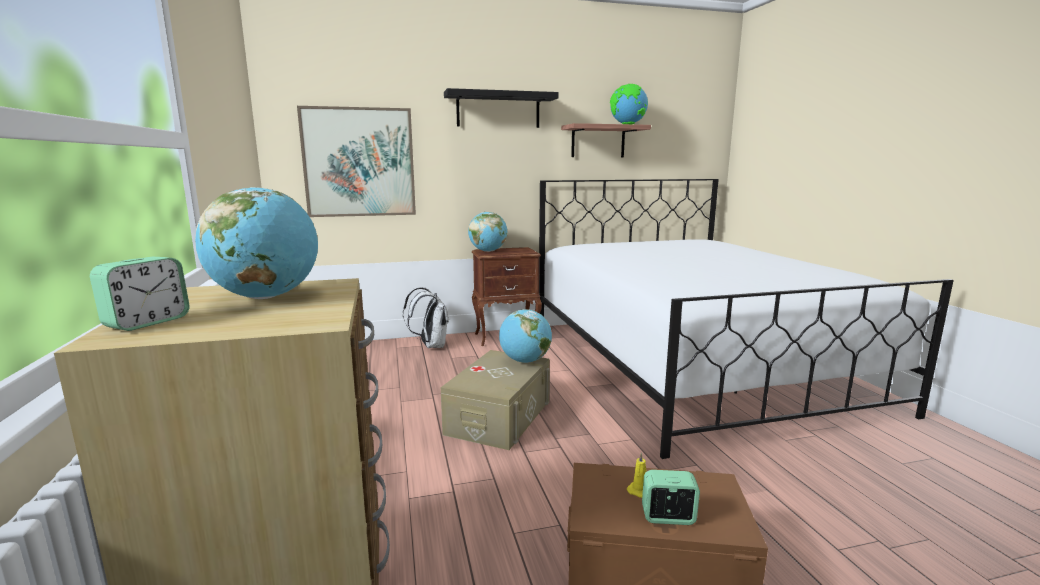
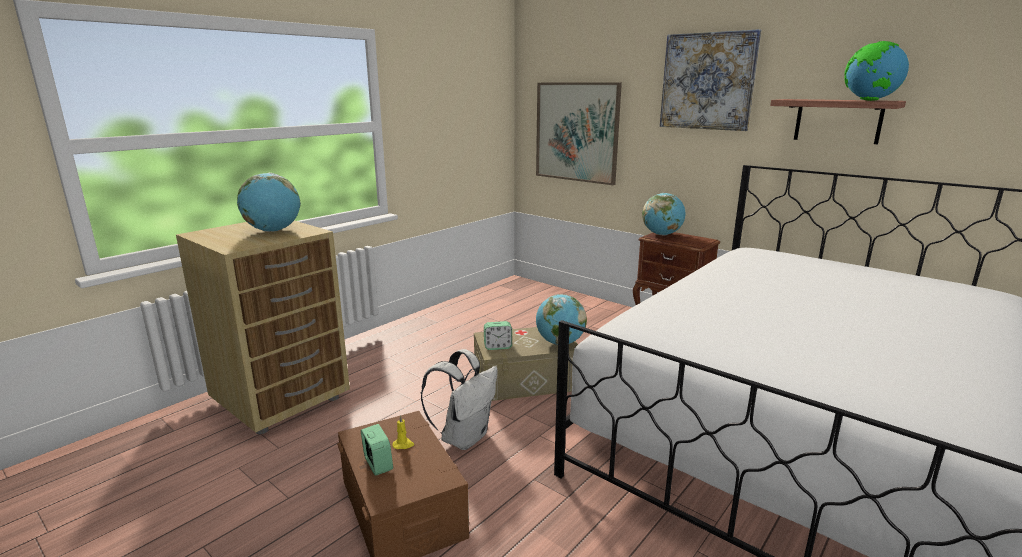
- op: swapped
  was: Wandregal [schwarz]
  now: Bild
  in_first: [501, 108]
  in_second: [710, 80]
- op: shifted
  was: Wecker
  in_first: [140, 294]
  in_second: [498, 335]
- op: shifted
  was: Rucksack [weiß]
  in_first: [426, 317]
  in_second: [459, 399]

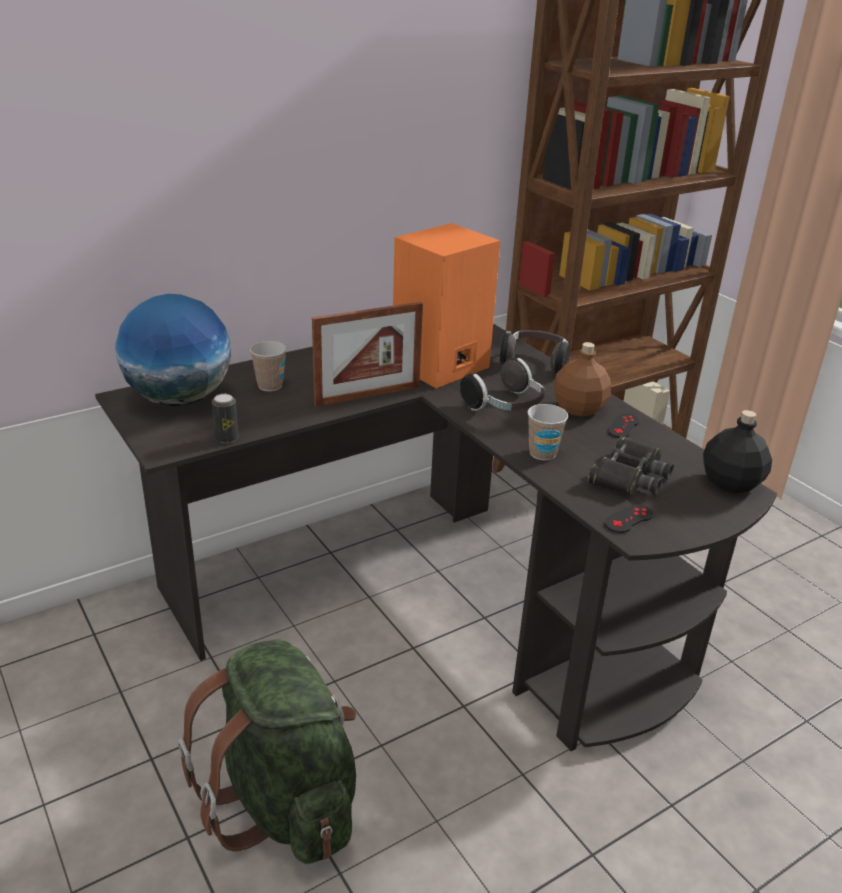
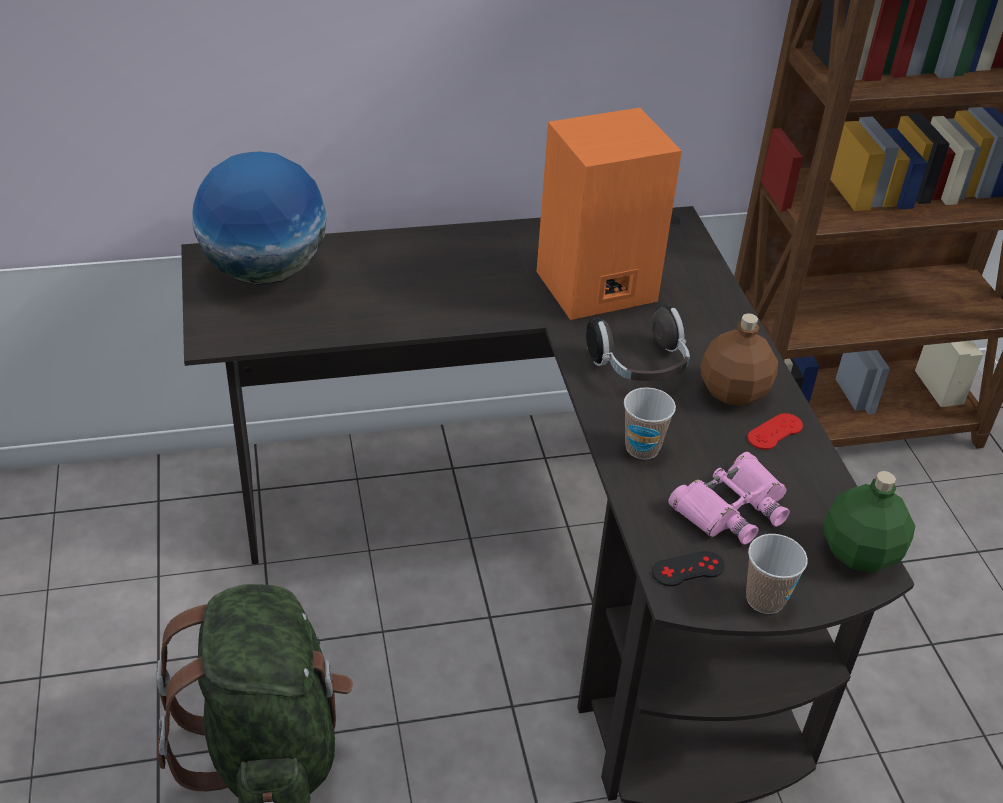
- op: gone
  was: Bilderrahmen
  in_first: [367, 354]
- op: gone
  was: Kopfhörer
  in_first: [535, 352]
- op: shifted
  was: Tasse
  in_first: [268, 366]
  in_second: [777, 574]
- op: gone
  was: Dose
  in_first: [225, 418]
- op: repainted
  was: Flasche [schwarz]
  now: Flasche [grün]
  in_first: [737, 451]
  in_second: [869, 522]
- op: repainted
  was: Gamepad [schwarz]
  now: Gamepad [rot]
  in_first: [623, 426]
  in_second: [775, 431]
- op: repainted
  was: Fernglas [schwarz]
  now: Fernglas [rosa]
  in_first: [631, 465]
  in_second: [729, 498]

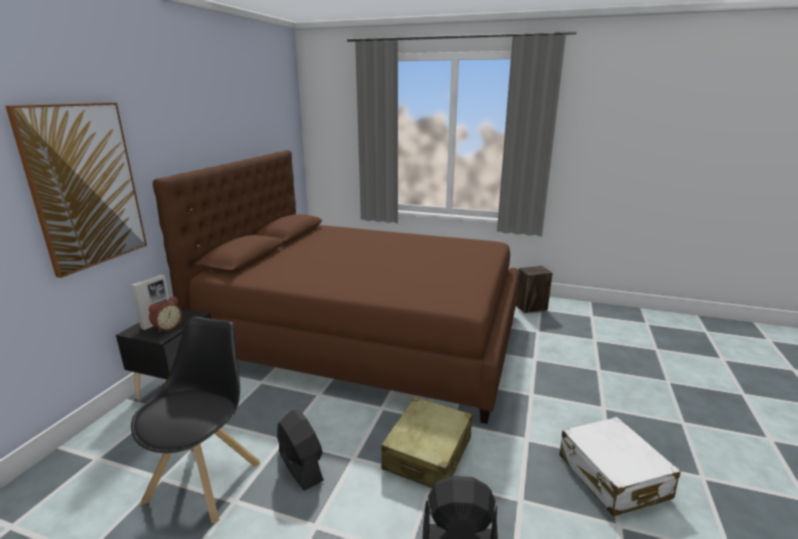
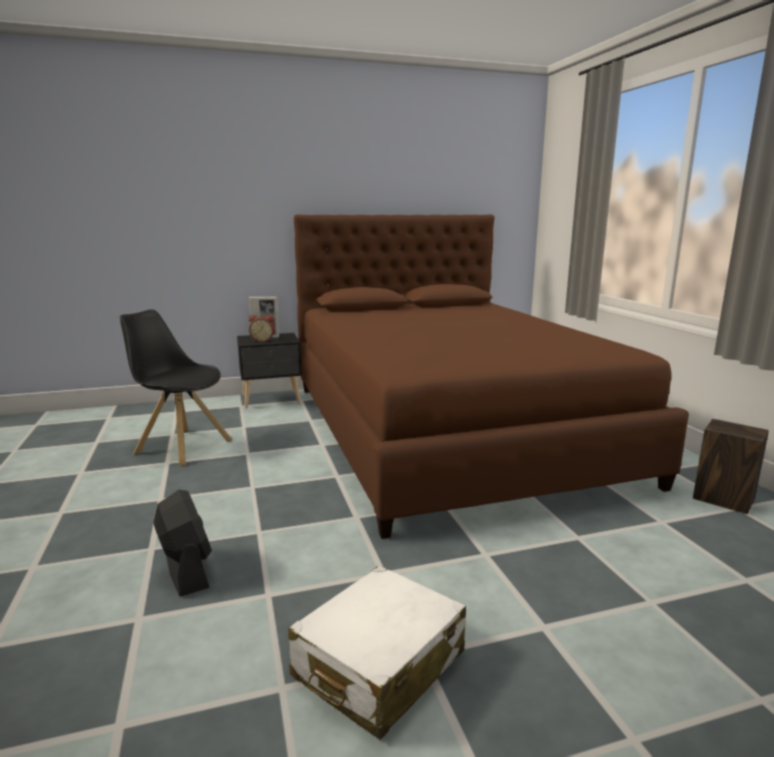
- op: gone
  was: Bild
  in_first: [76, 190]
- op: rotated
  was: Stuhl [schwarz]
  in_first: [195, 420]
  in_second: [176, 388]
  clockwise: -135
- op: gone
  was: Koffer [beige]
  in_first: [426, 442]
- op: gone
  was: Ventilator [schwarz]
  in_first: [300, 451]

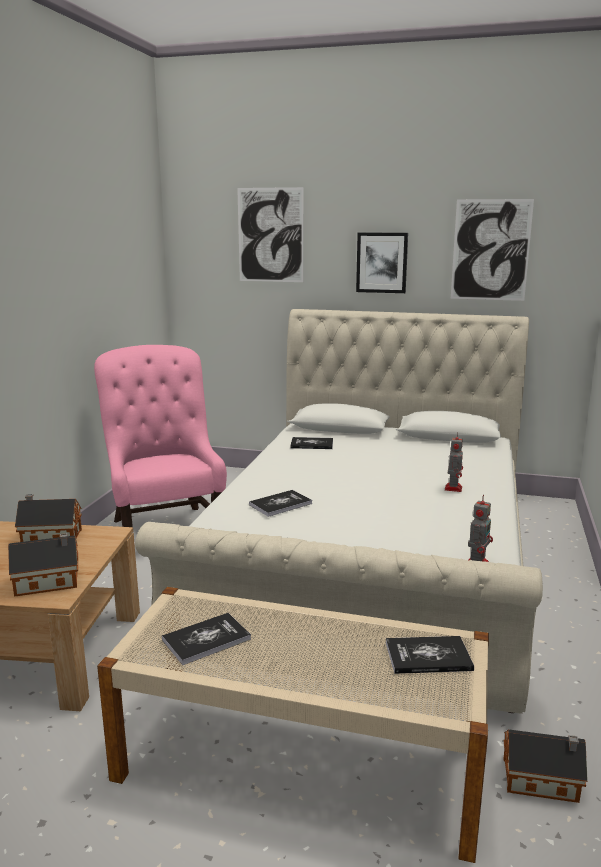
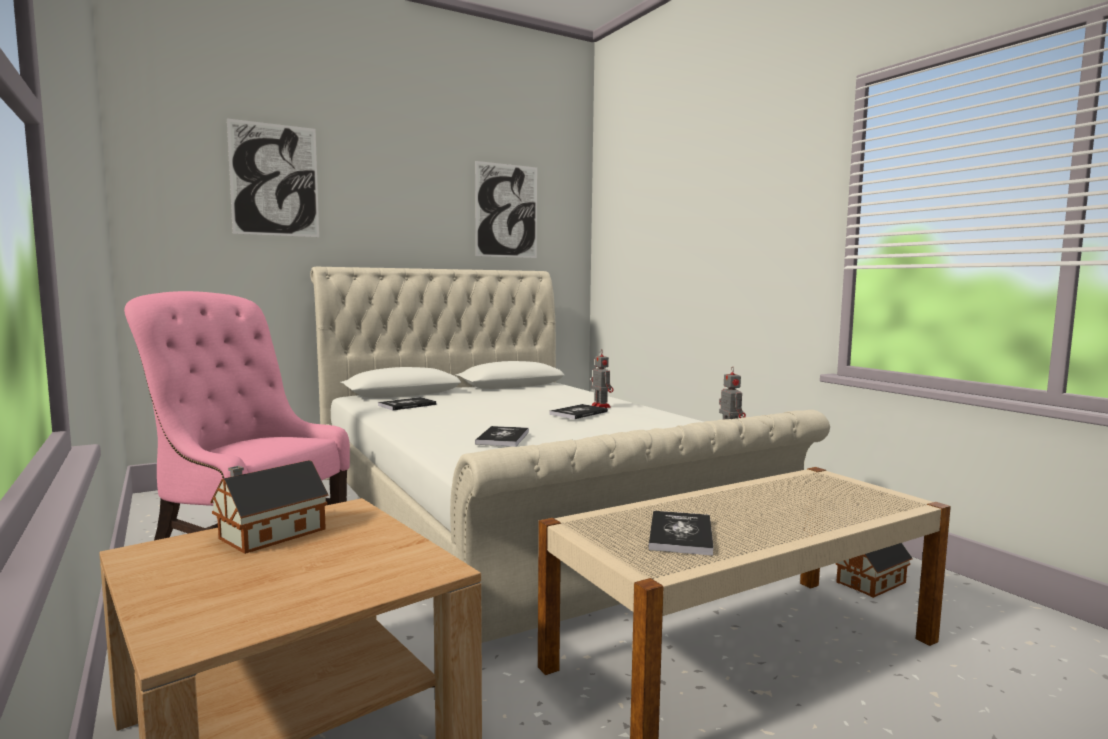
- op: gone
  was: Bild
  in_first: [382, 263]
- op: gone
  was: Spielzeughaus
  in_first: [43, 565]
- op: shifted
  was: Buch
  in_first: [430, 655]
  in_second: [578, 411]

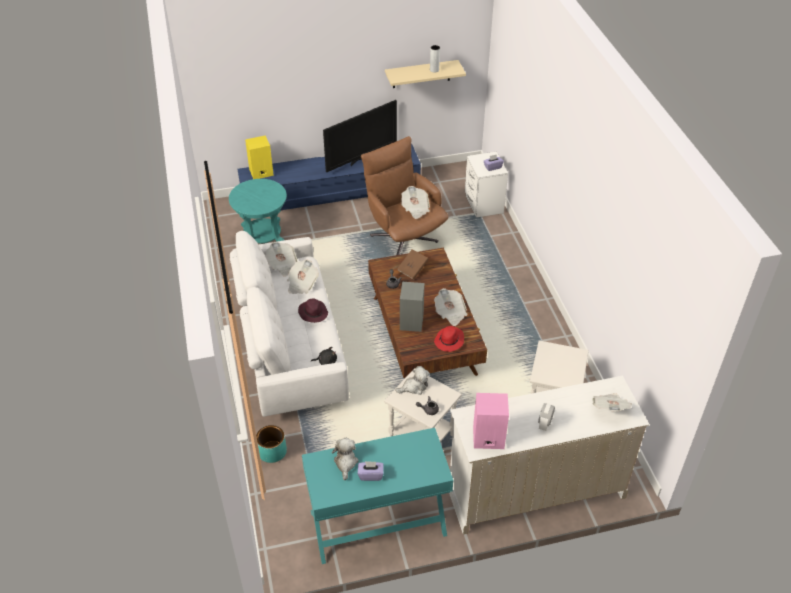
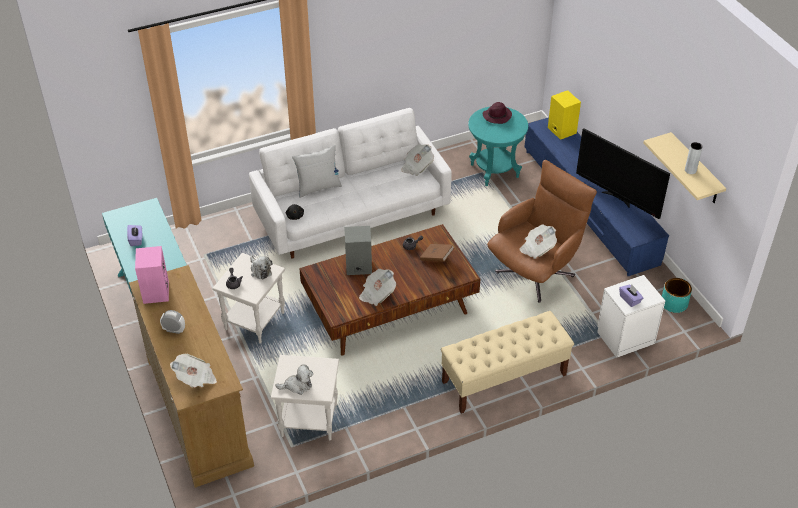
- op: gone
  was: Zeitung
  in_first: [303, 277]
- op: shifted
  was: Hut [lila]
  in_first: [313, 310]
  in_second: [497, 113]
- op: gone
  was: Hut [rot]
  in_first: [449, 339]
- op: repainted
  was: Kommode [weiß]
  now: Kommode [braun]
  in_first: [549, 455]
  in_second: [191, 376]
- op: shifted
  was: Pflanzkübel [türkis]
  in_first: [271, 444]
  in_second: [677, 295]
- op: shifted
  was: Plüschtier
  in_first: [345, 459]
  in_second: [294, 379]
- op: new
  now: Kissen [grau]
  in_second: [317, 171]
- op: new
  now: Bank [beige]
  in_second: [507, 362]

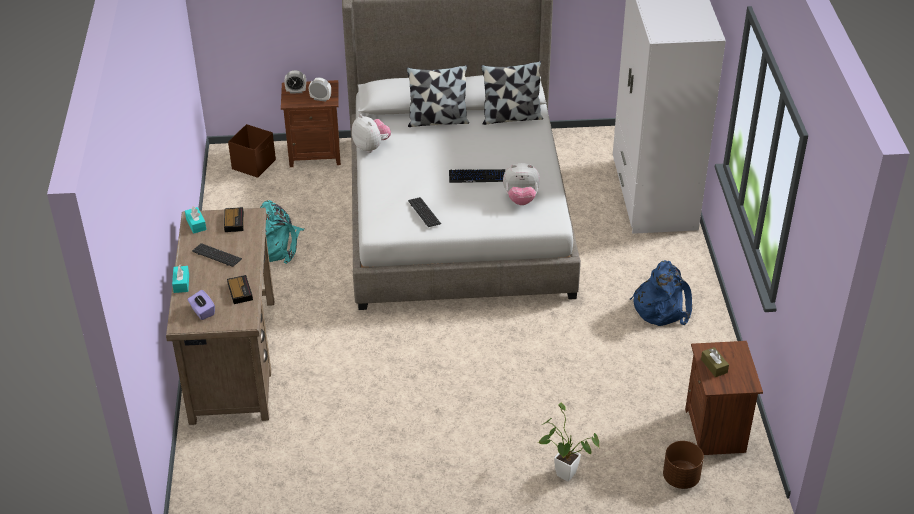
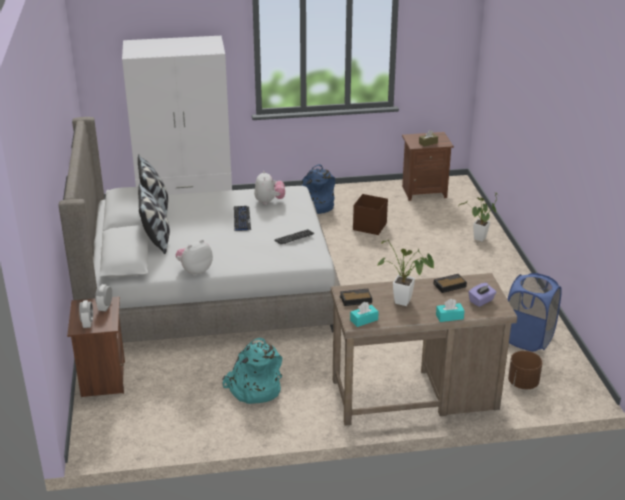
- op: shifted
  was: Aufbewahrungsbox [braun]
  in_first: [252, 151]
  in_second: [370, 214]
- op: swapped
  was: Tastatur
  now: Topfpflanze
  in_first: [217, 255]
  in_second: [405, 273]
- op: shifted
  was: Pflanzkübel [braun]
  in_first: [683, 465]
  in_second: [525, 370]
- op: new
  now: Wäschekorb [blau]
  in_second: [534, 312]

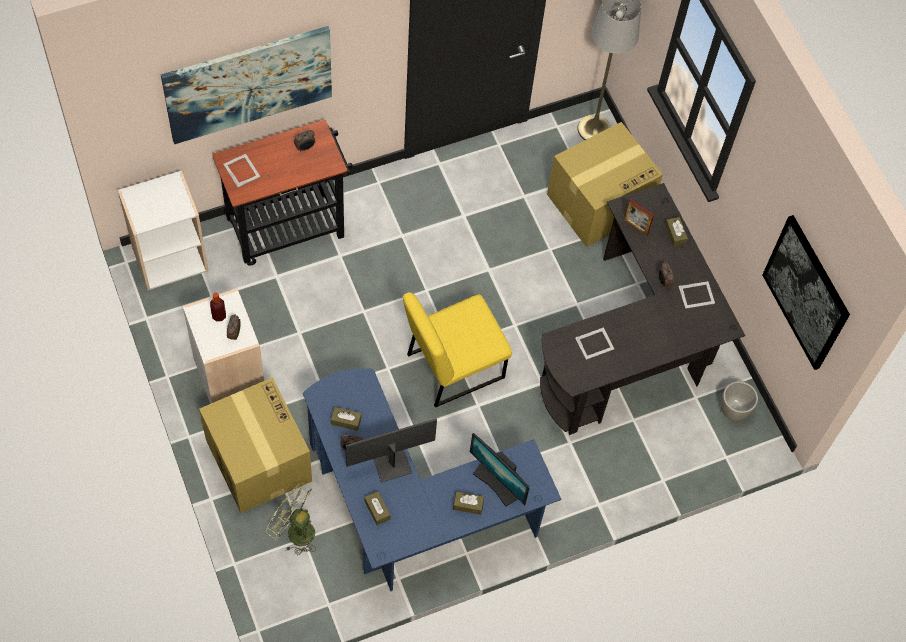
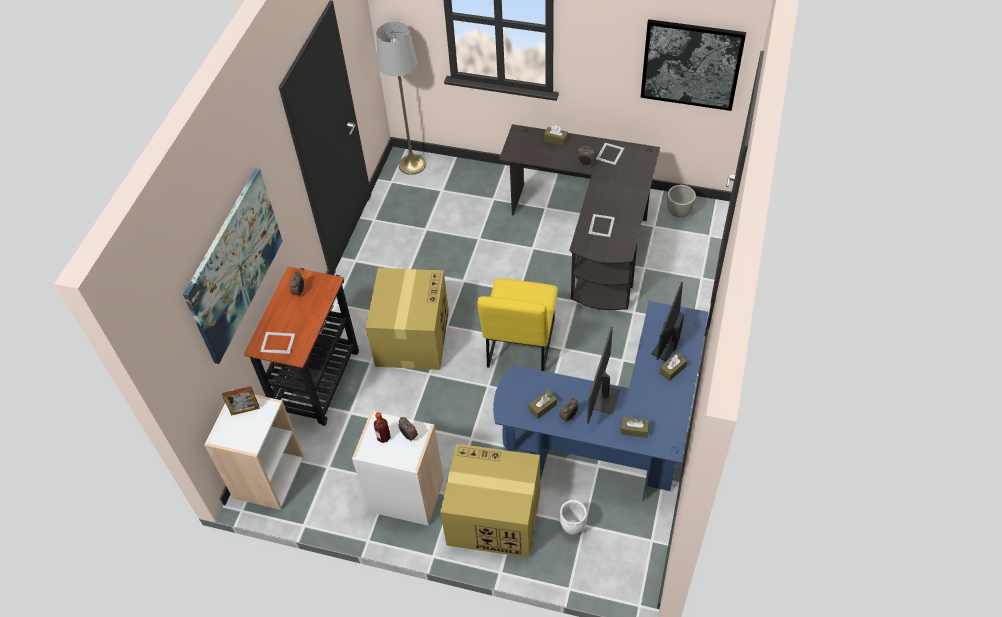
- op: shifted
  was: Karton
  in_first: [605, 184]
  in_second: [407, 319]
- op: shifted
  was: Bilderrahmen
  in_first: [639, 218]
  in_second: [241, 401]
- op: rotated
  was: Monitor
  in_first: [500, 470]
  in_second: [667, 322]
  clockwise: 120
- op: swapped
  was: Ventilator [grün]
  now: Pflanzkübel [weiß]
  in_first: [291, 519]
  in_second: [573, 517]

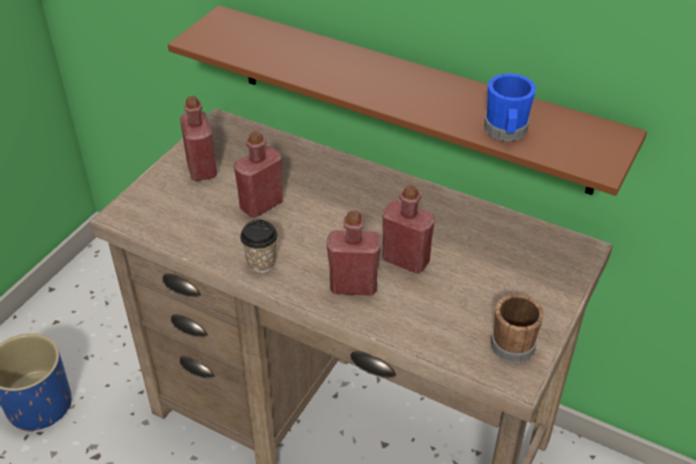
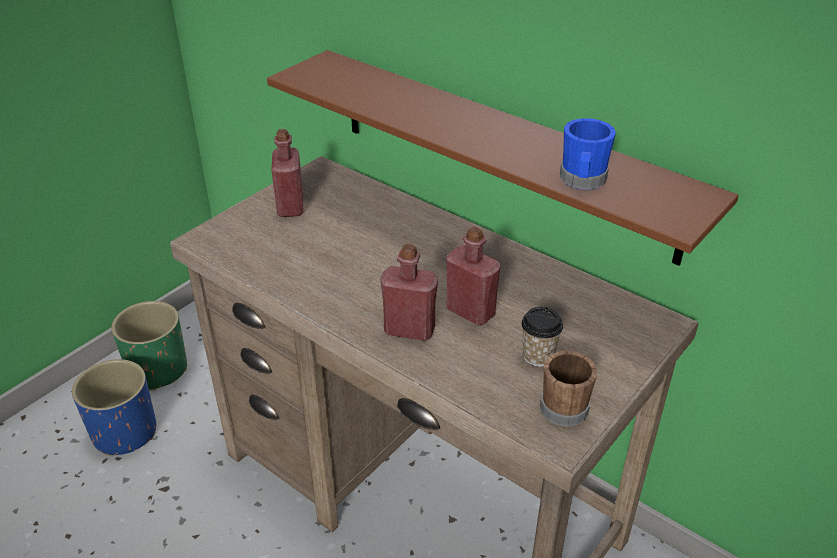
- op: gone
  was: Flasche [rot]
  in_first: [258, 174]
- op: shifted
  was: Tasse
  in_first: [258, 246]
  in_second: [542, 337]
- op: new
  now: Pflanzkübel [grün]
  in_second: [149, 346]

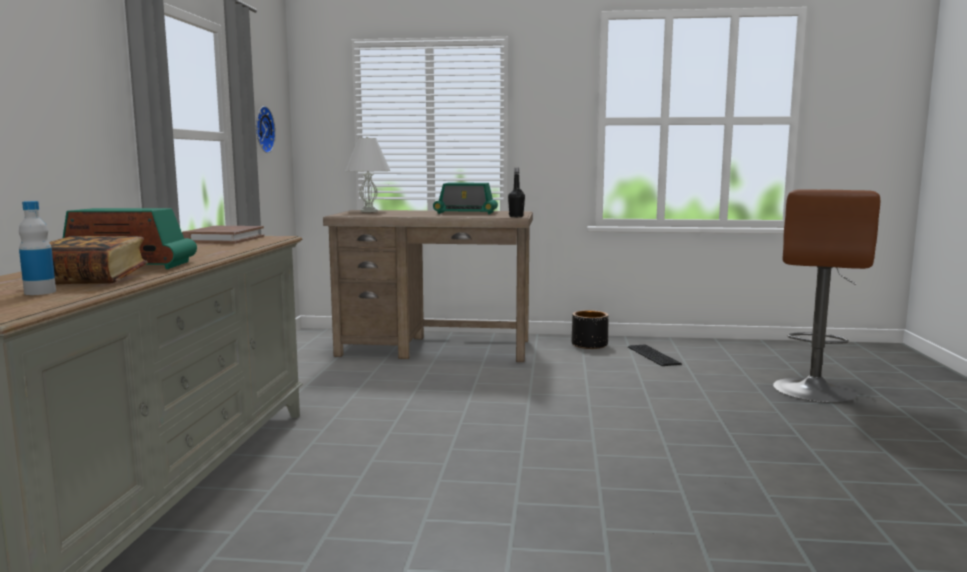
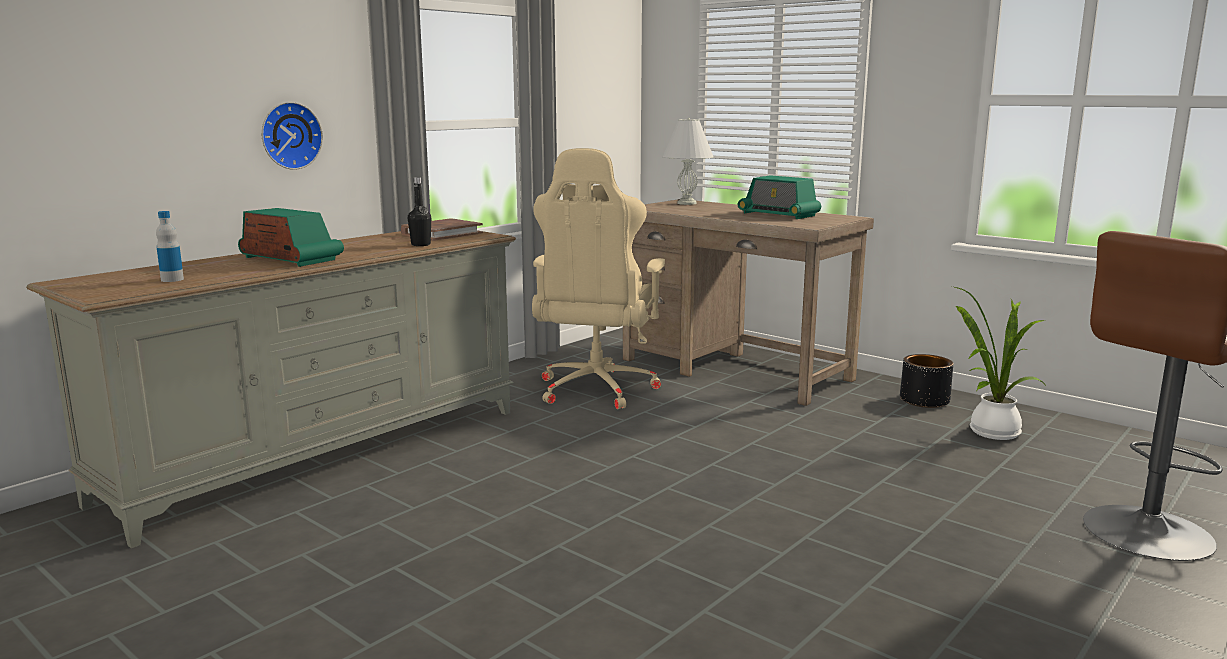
- op: shifted
  was: Wanduhr
  in_first: [266, 129]
  in_second: [292, 136]
- op: shifted
  was: Flasche [schwarz]
  in_first: [516, 192]
  in_second: [419, 211]
- op: gone
  was: Buch
  in_first: [98, 260]
- op: swapped
  was: Tastatur
  now: Topfpflanze
  in_first: [655, 355]
  in_second: [1000, 363]
- op: new
  now: Bürostuhl [beige]
  in_second: [598, 278]

